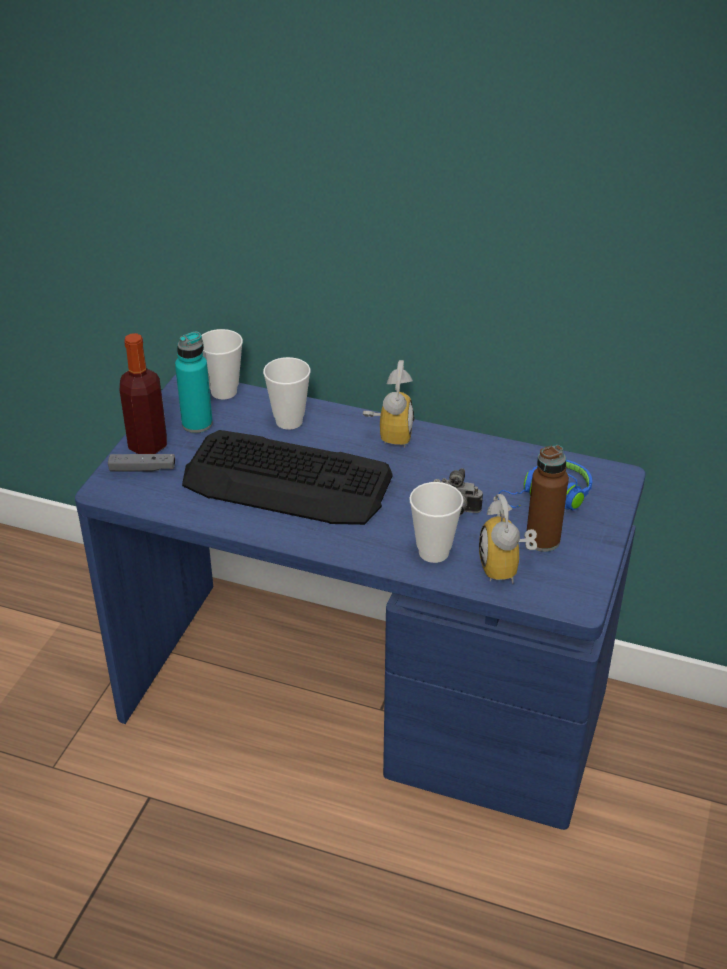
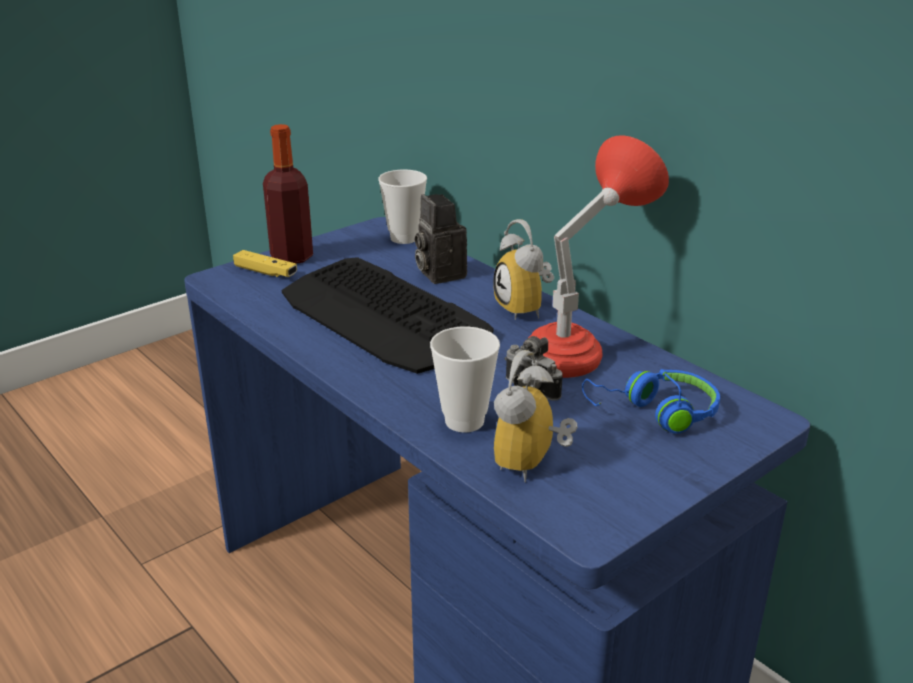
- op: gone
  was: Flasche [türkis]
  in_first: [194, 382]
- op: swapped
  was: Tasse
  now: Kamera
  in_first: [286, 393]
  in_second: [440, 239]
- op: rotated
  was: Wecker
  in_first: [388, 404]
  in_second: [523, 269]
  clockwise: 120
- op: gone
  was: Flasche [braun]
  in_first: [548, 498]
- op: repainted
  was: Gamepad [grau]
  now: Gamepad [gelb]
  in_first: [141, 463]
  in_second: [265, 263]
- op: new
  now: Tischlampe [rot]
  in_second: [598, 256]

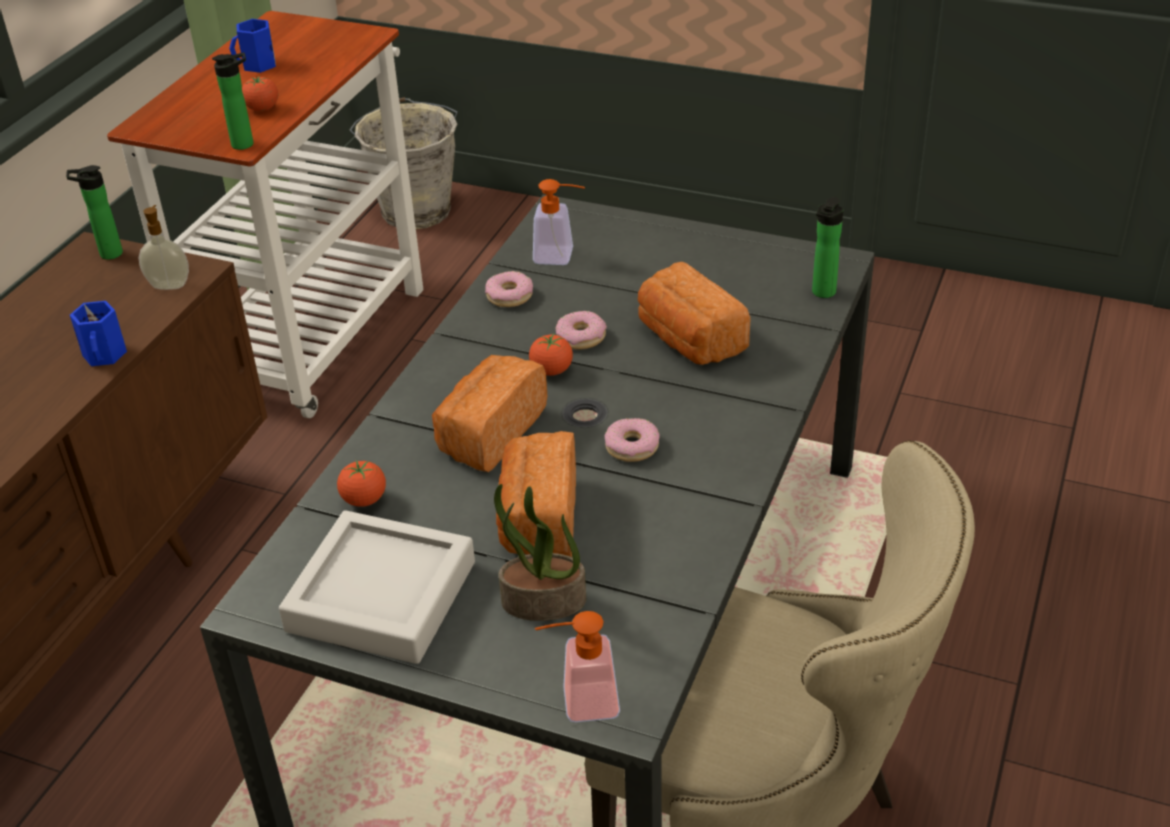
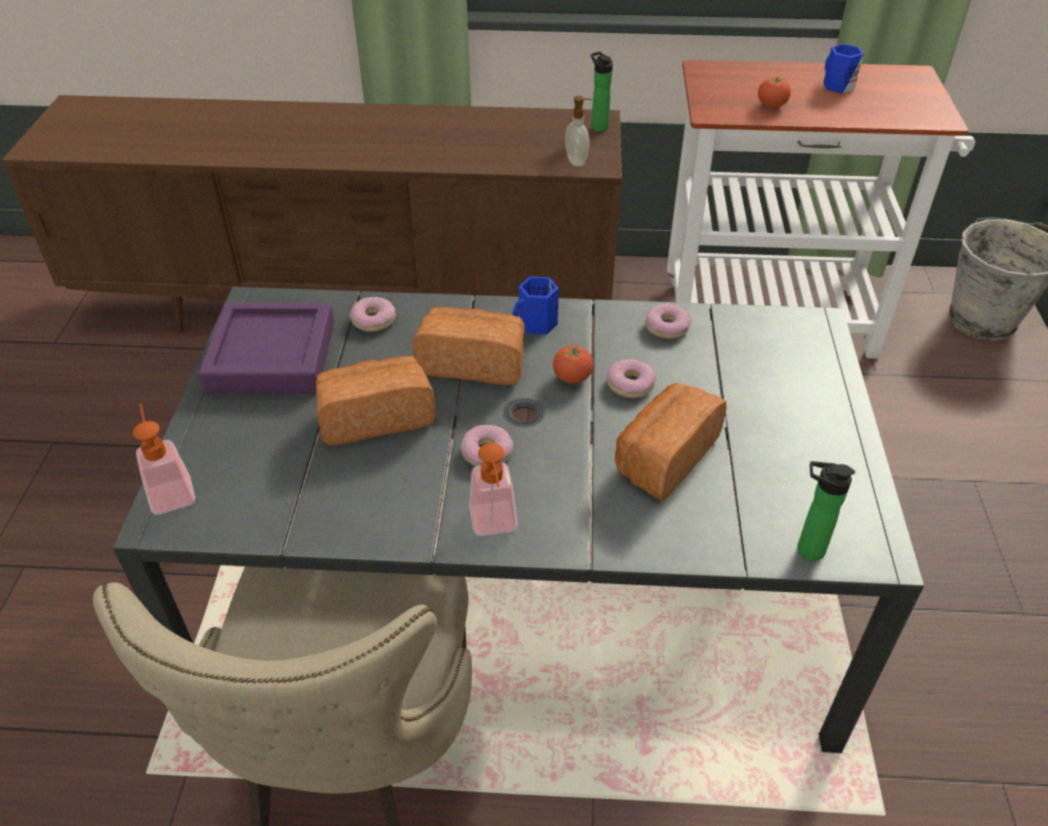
- op: gone
  was: Flasche
  in_first: [232, 101]
- op: shifted
  was: Seifenspender
  in_first: [559, 222]
  in_second: [493, 489]
- op: shifted
  was: Henkelbecher [blau]
  in_first: [98, 333]
  in_second: [536, 305]
- op: swapped
  was: Tomate
  now: Donut
  in_first: [361, 483]
  in_second: [373, 314]
- op: gone
  was: Topfpflanze
  in_first: [540, 552]
- op: repainted
  was: Tablett [grau]
  now: Tablett [lila]
  in_first: [377, 587]
  in_second: [266, 348]

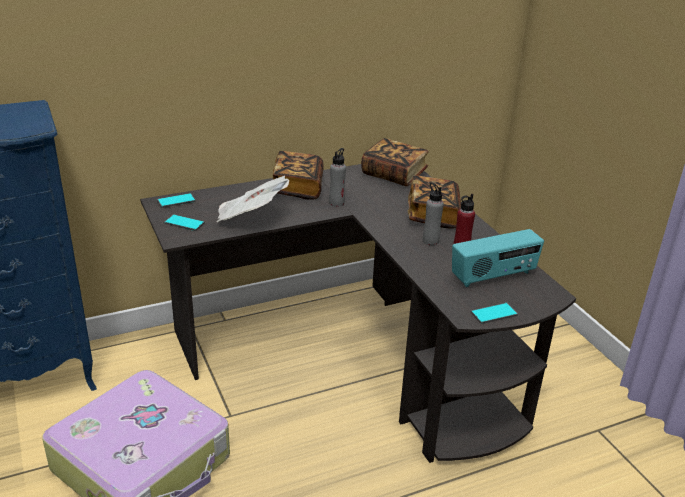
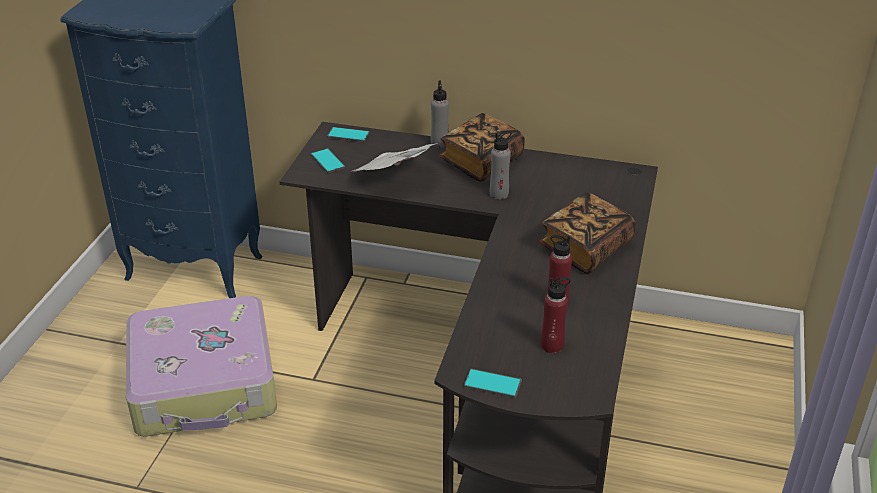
- op: gone
  was: Buch
  in_first: [395, 162]
- op: shifted
  was: Flasche [grau]
  in_first: [433, 214]
  in_second: [440, 114]
- op: swapped
  was: Radio
  now: Flasche [rot]
  in_first: [498, 258]
  in_second: [556, 315]

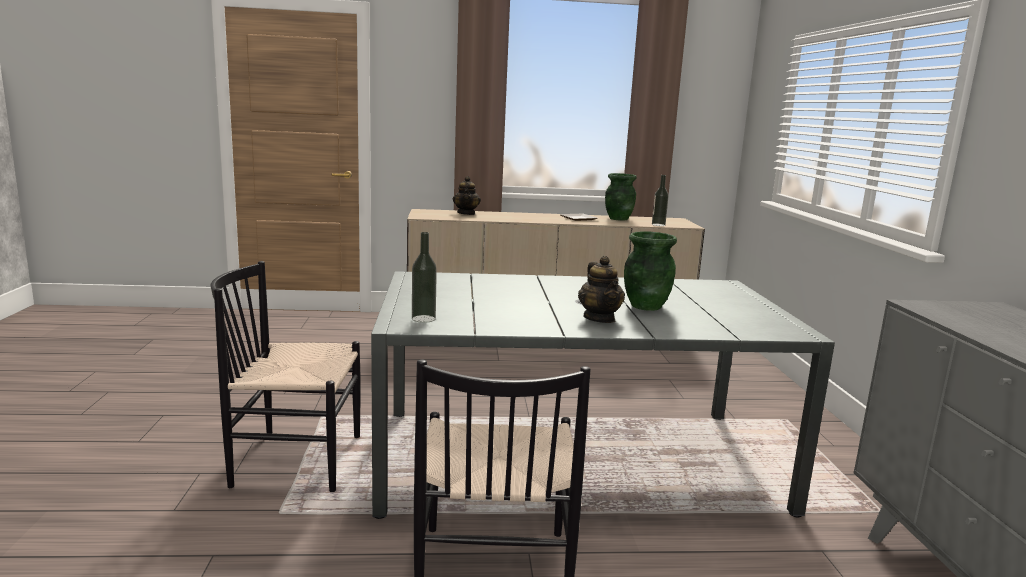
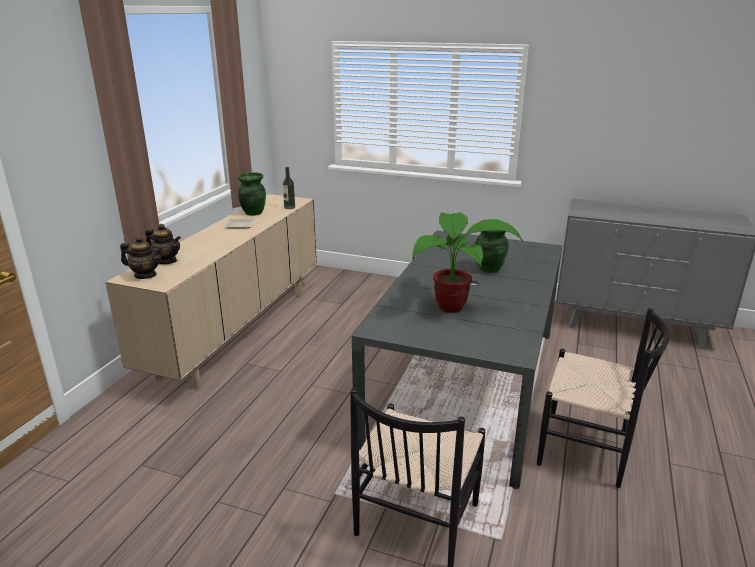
- op: gone
  was: Flasche
  in_first: [424, 277]
- op: shifted
  was: Teekanne
  in_first: [601, 289]
  in_second: [141, 257]
- op: new
  now: Topfpflanze
  in_second: [468, 262]

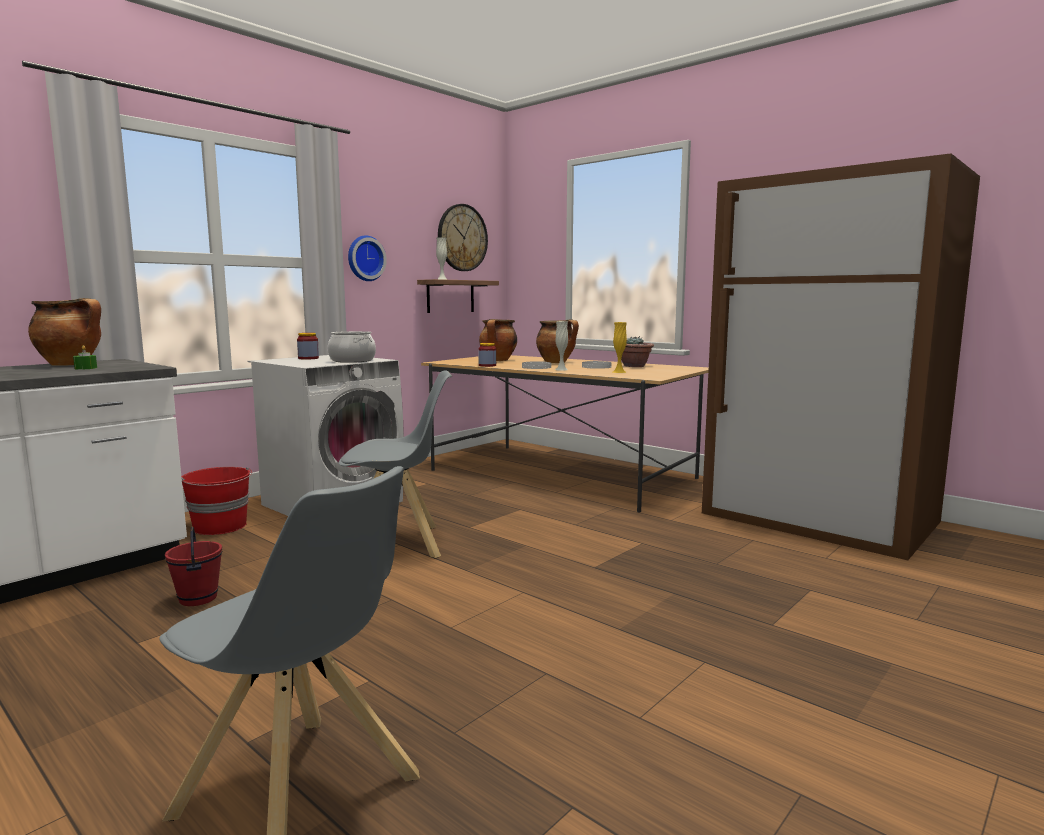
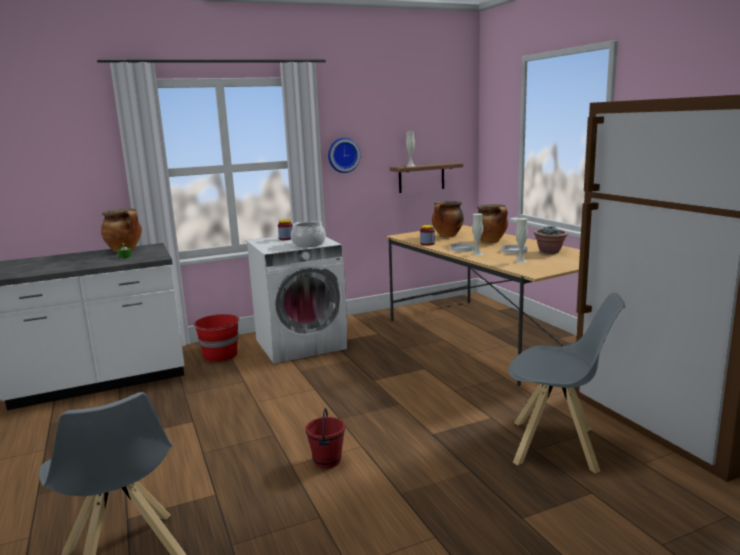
- op: gone
  was: Wanduhr
  in_first: [463, 237]
- op: repainted
  was: Vase [gelb]
  now: Vase [weiß]
  in_first: [620, 347]
  in_second: [521, 240]
- op: shifted
  was: Stuhl [grau]
  in_first: [395, 464]
  in_second: [567, 383]
- op: shifted
  was: Eimer [rot]
  in_first: [193, 566]
  in_second: [325, 438]

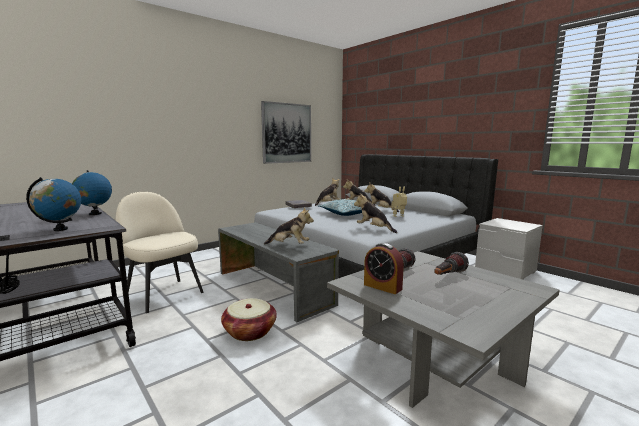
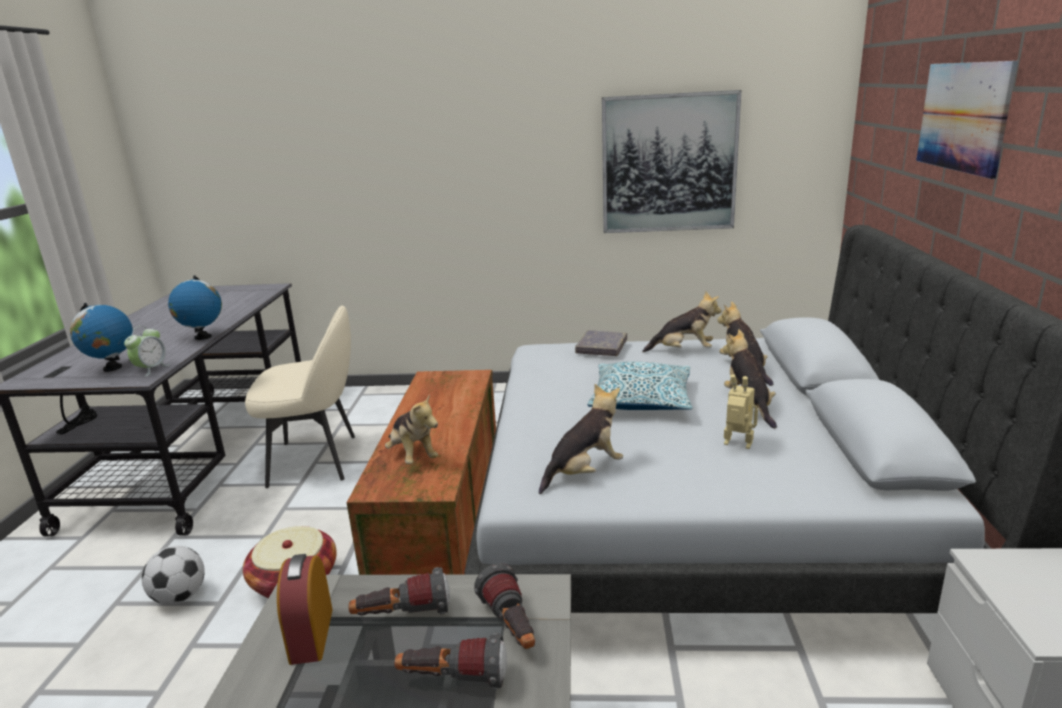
- op: rotated
  was: Stuhl [beige]
  in_first: [159, 252]
  in_second: [300, 396]
  clockwise: 90
- op: rotated
  was: Plüschtier
  in_first: [375, 213]
  in_second: [581, 439]
  clockwise: 60
- op: repainted
  was: Bank [grau]
  now: Bank [braun]
  in_first: [278, 272]
  in_second: [421, 472]
- op: new
  now: Bild
  in_second: [967, 120]
- op: new
  now: Wecker
  in_second: [147, 351]
- op: new
  now: Fußball
  in_second: [173, 575]
- op: new
  now: Taschenlampe
  in_second: [504, 606]

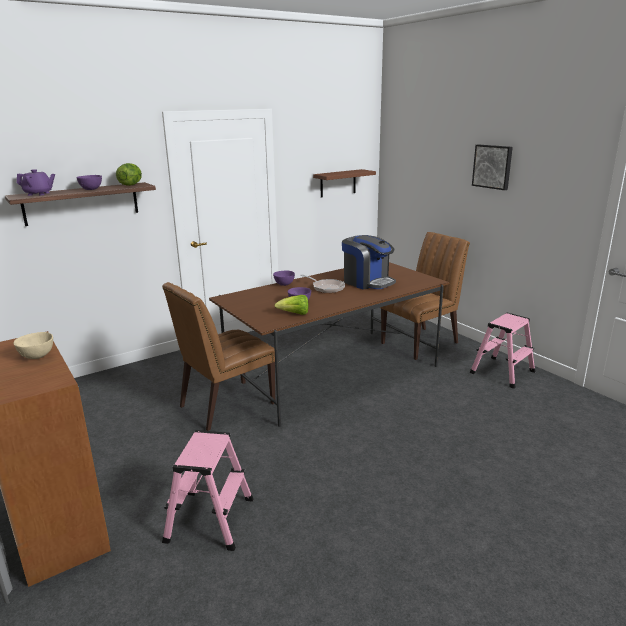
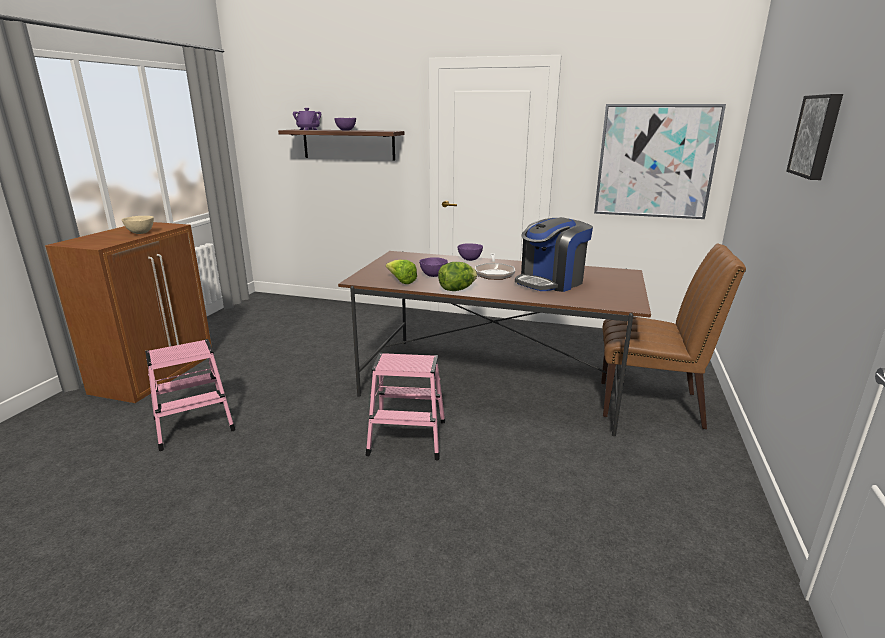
- op: shifted
  was: Salatkopf
  in_first: [129, 174]
  in_second: [457, 276]
- op: swapped
  was: Wandregal [braun]
  now: Bild
  in_first: [344, 183]
  in_second: [660, 161]
- op: rotated
  was: Kaffeemaschine
  in_first: [369, 262]
  in_second: [554, 254]
  clockwise: 45
- op: gone
  was: Stuhl [braun]
  in_first: [218, 356]
- op: shifted
  was: Trittleiter [rosa]
  in_first: [502, 351]
  in_second: [405, 406]

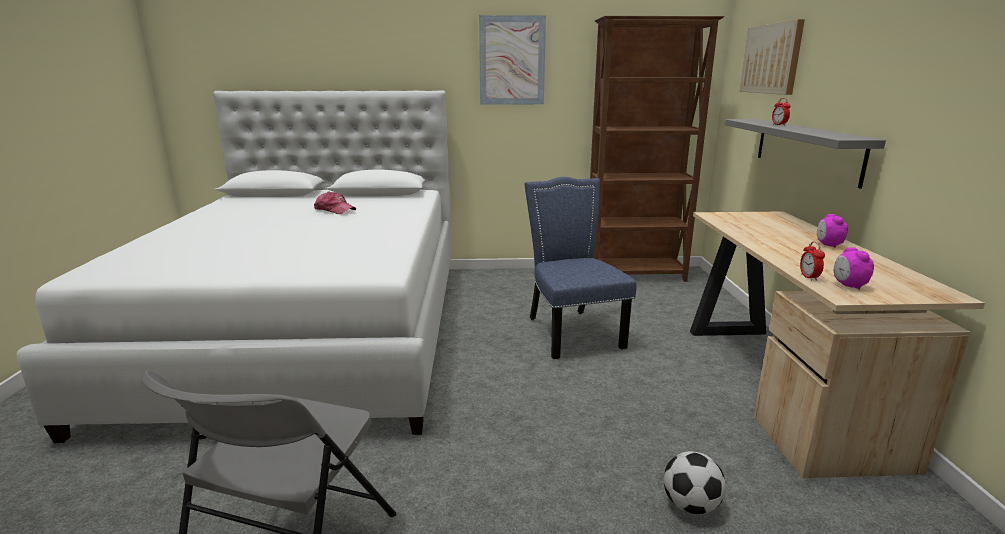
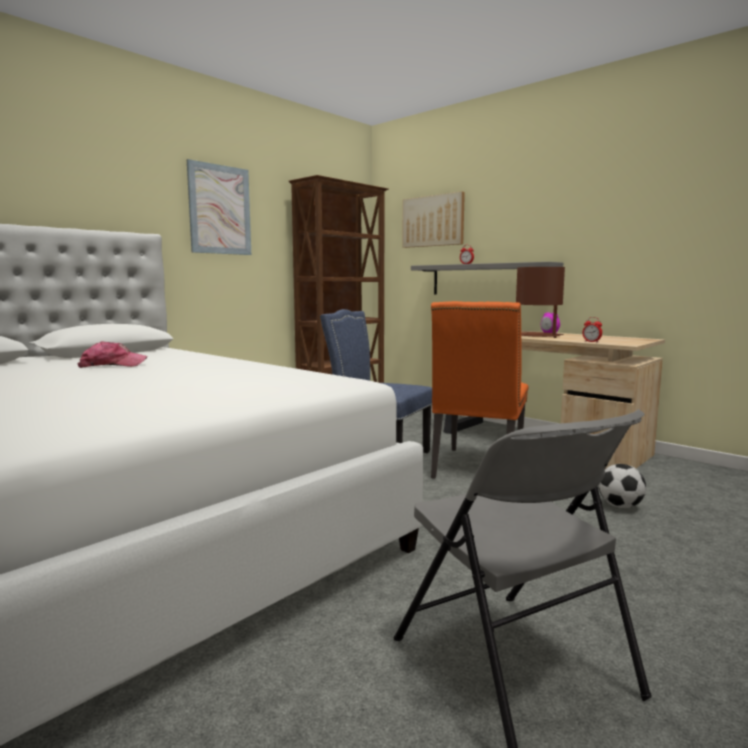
- op: gone
  was: Wecker
  in_first: [854, 268]
- op: new
  now: Tischlampe [braun]
  in_second: [540, 302]
- op: new
  now: Stuhl [orange]
  in_second: [480, 389]

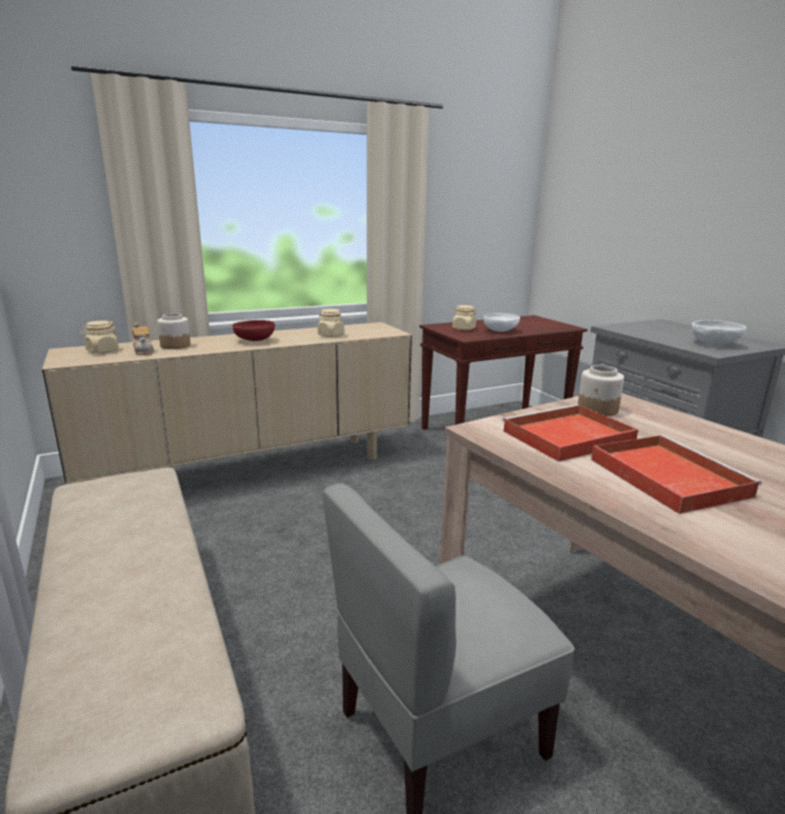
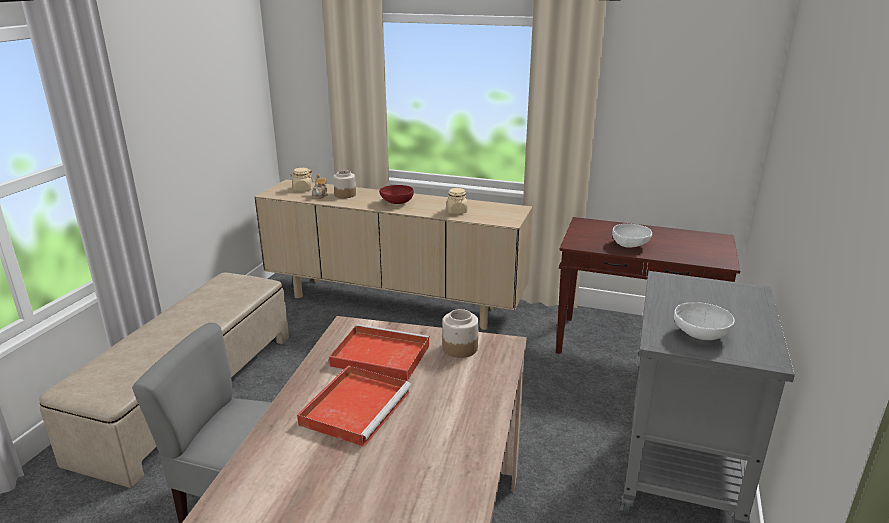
- op: gone
  was: Vorratsglas [beige]
  in_first: [464, 317]

